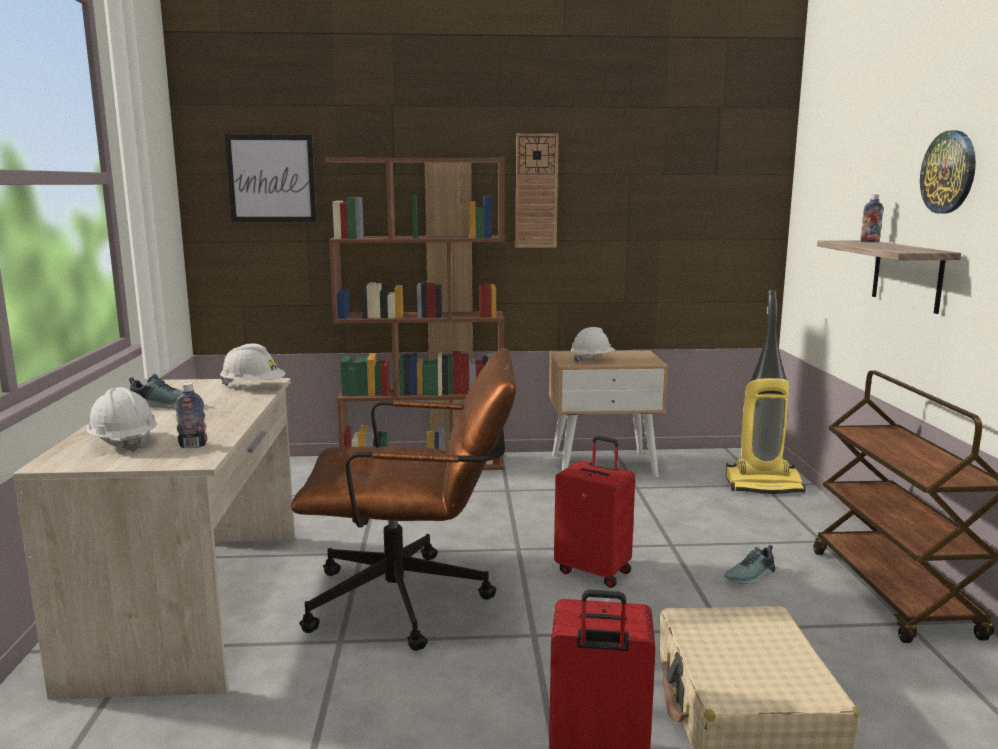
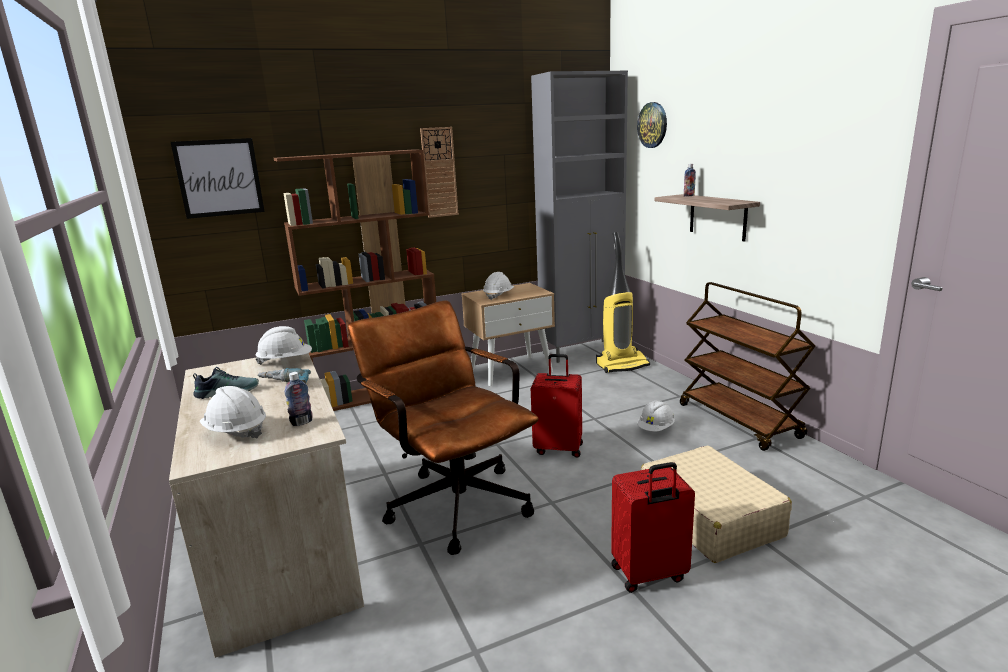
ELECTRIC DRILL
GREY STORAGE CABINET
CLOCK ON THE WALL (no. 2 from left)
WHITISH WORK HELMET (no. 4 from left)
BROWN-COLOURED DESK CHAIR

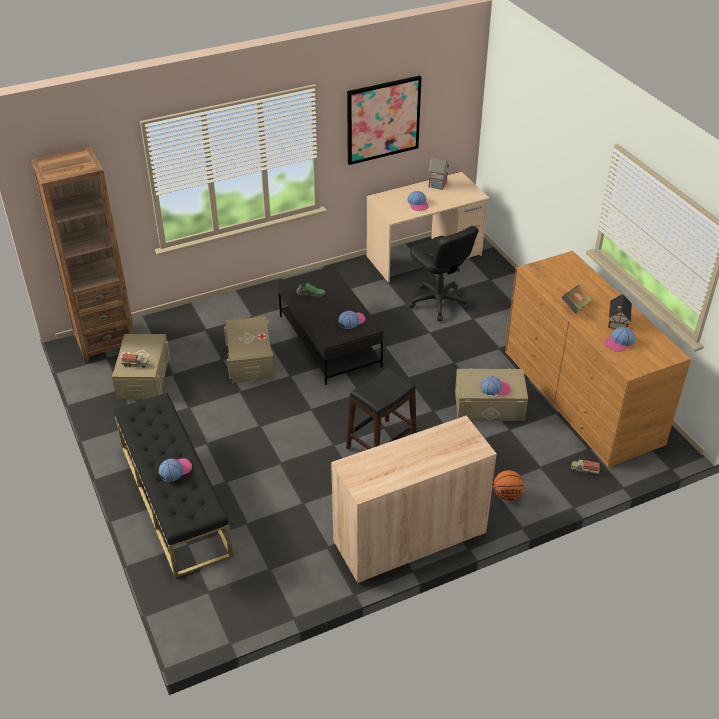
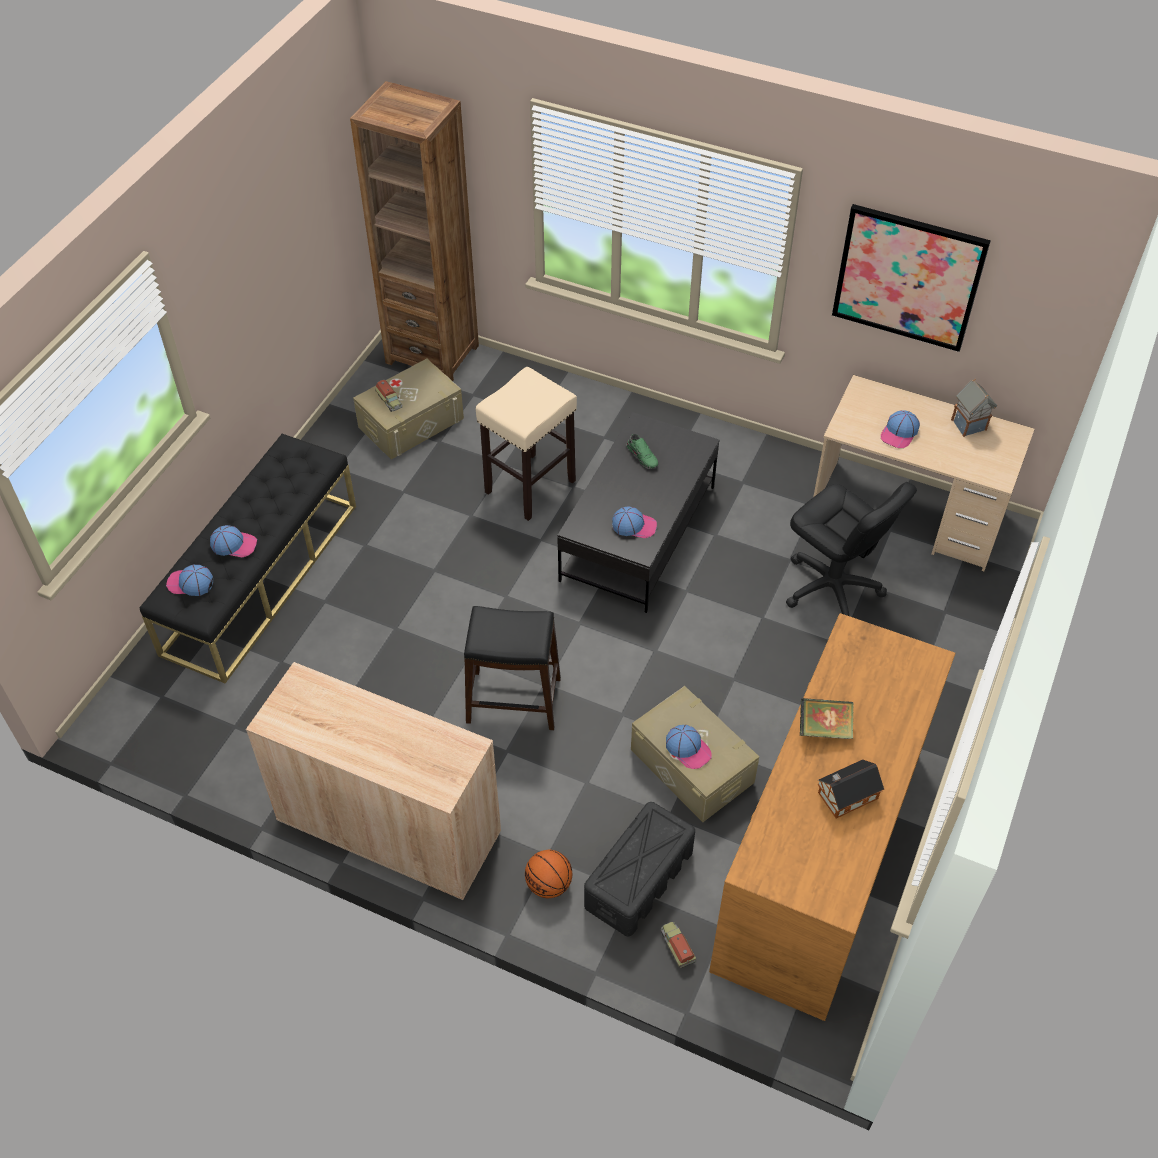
BLACK-COLOURED STORAGE BIN
PEAKED CAP (no. 1 from left)
SAND-COLOURED STOOL
BLACK-COLOURED DESK CHAIR

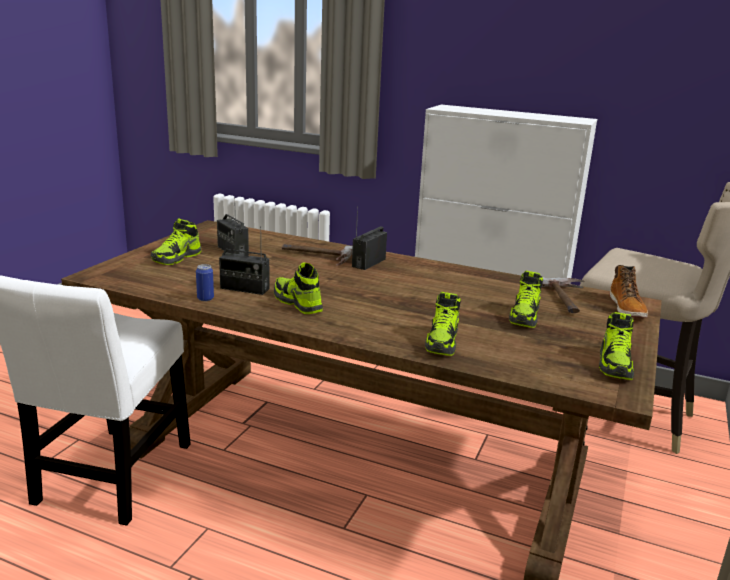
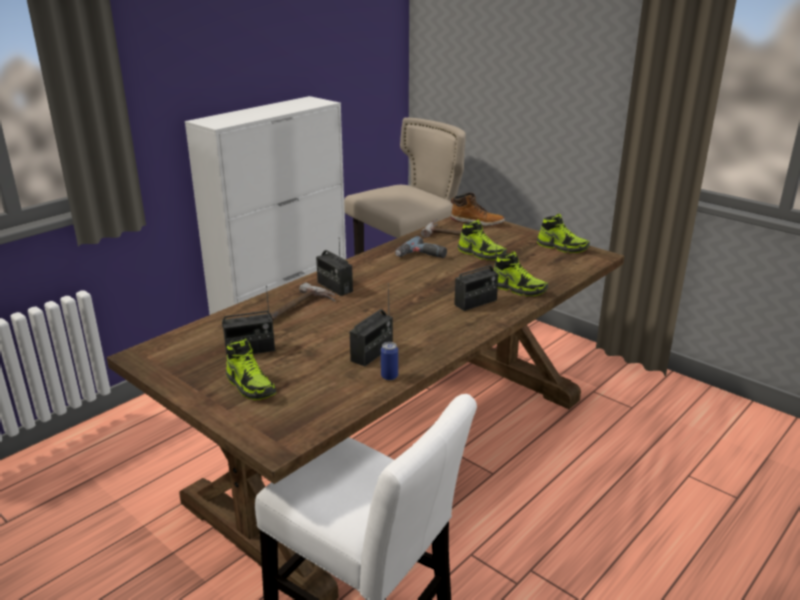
SHOE (no. 2 from left in the first image)
ELECTRIC DRILL
RADIO SET (no. 4 from left)

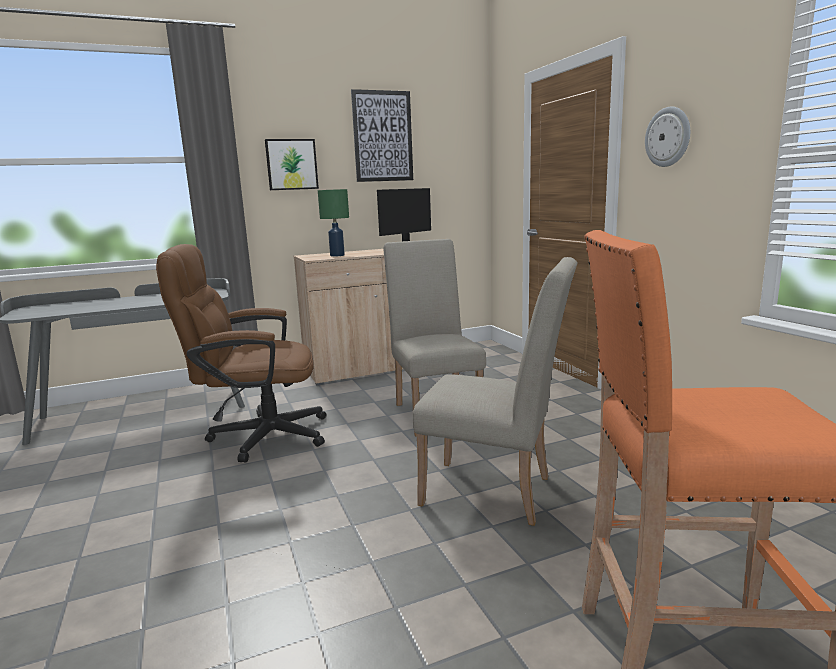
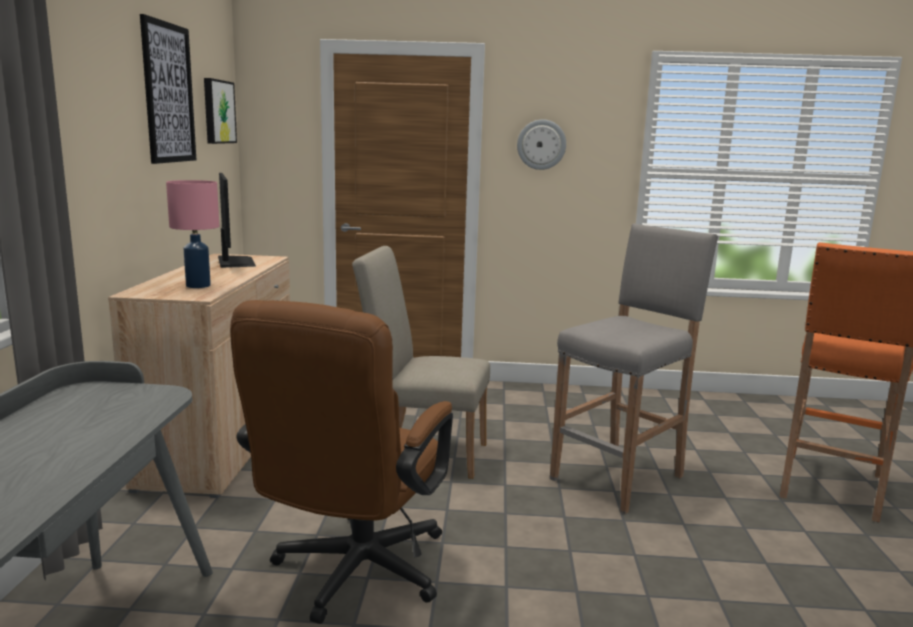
PICTURE (no. 2 from left)
GREY STOOL
PINK LAMP FOR A TABLE

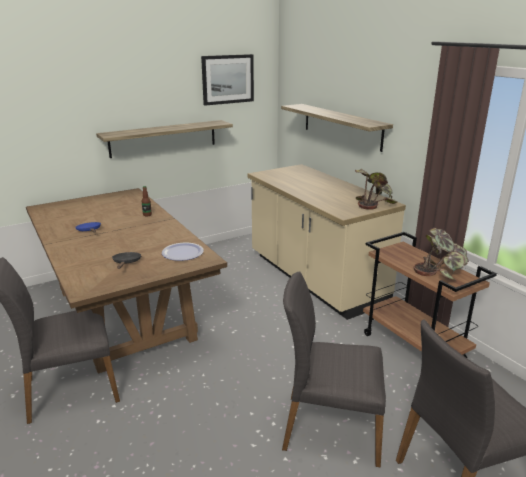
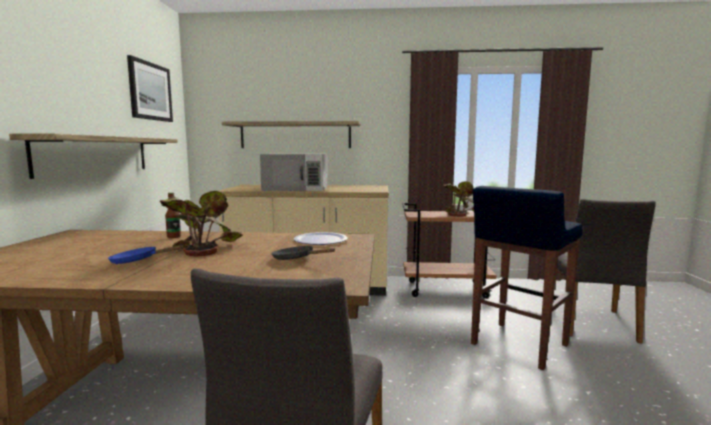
WHITISH MICROWAVE OVEN
PLANT IN A POT (no. 1 from left)
BLUISH STOOL

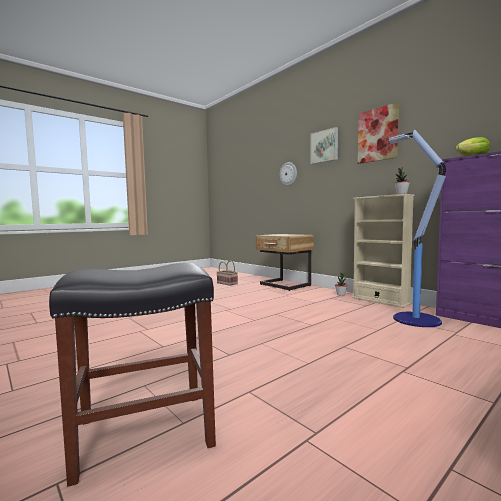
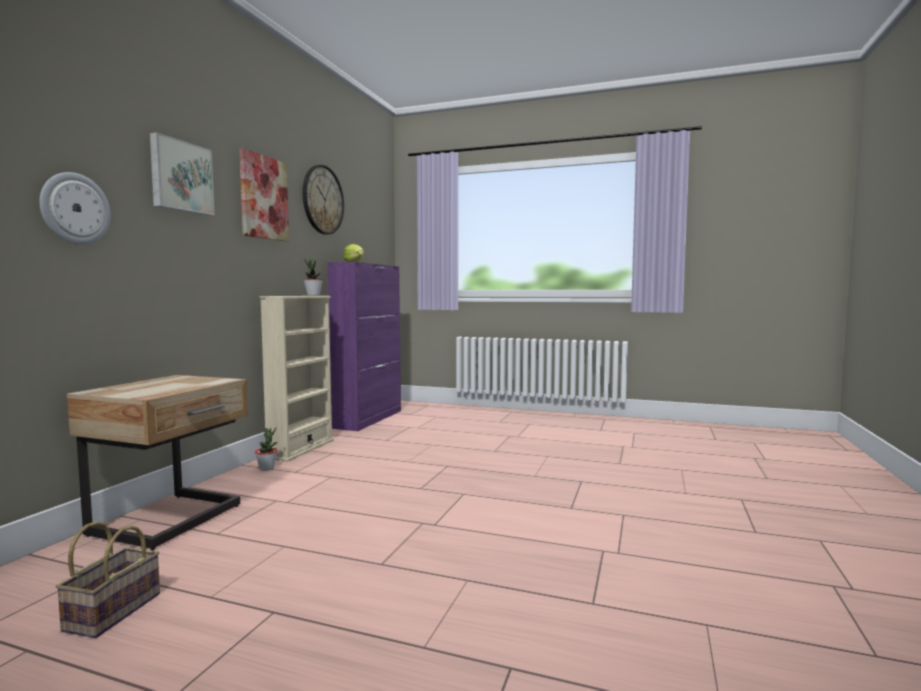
BLACK-COLOURED STOOL
STANDING LAMP
CLOCK ON THE WALL (no. 2 from left)

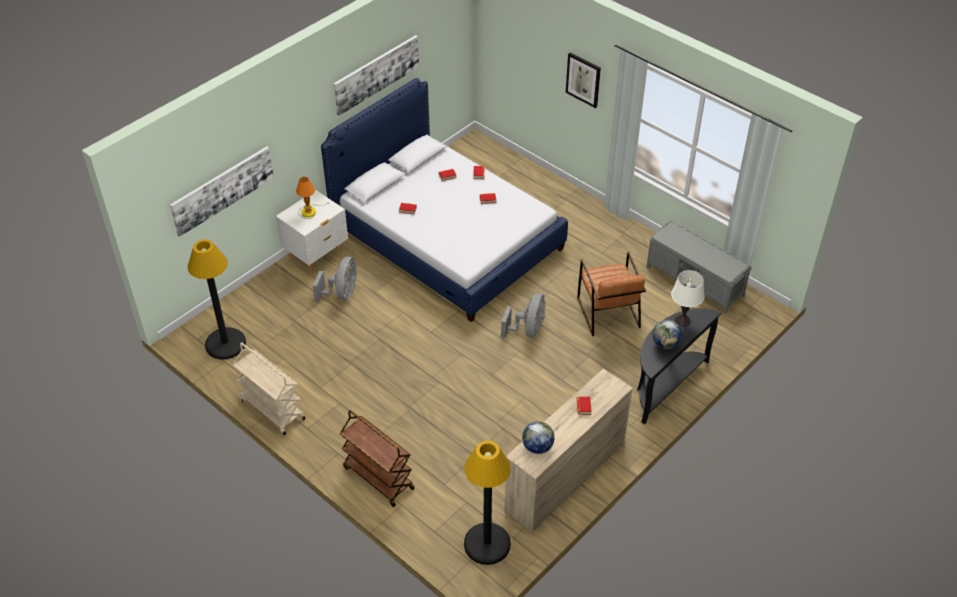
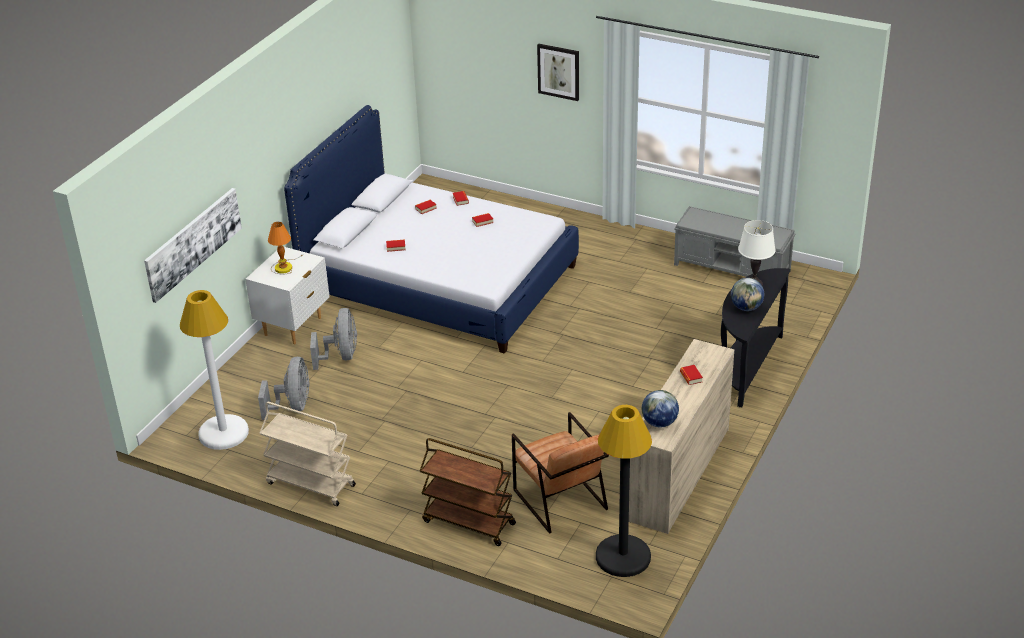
PICTURE (no. 2 from left in the first image)
GREY ELECTRIC FAN (no. 1 from left)
BROWN-COLOURED LOUNGE CHAIR
WHITISH STANDING LAMP

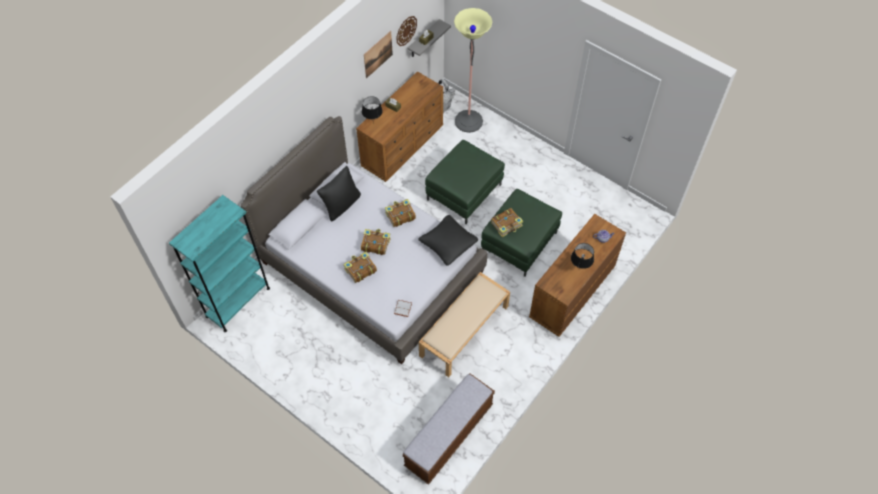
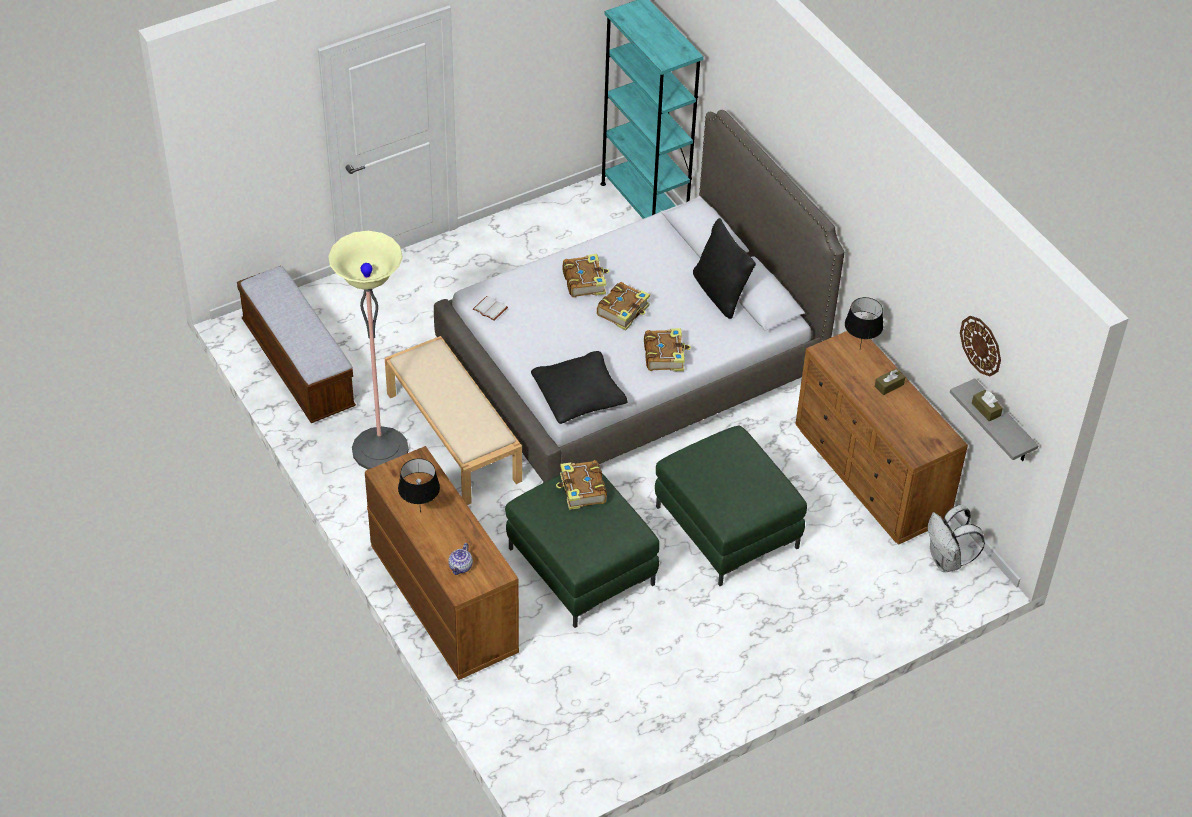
PICTURE
STANDING LAMP

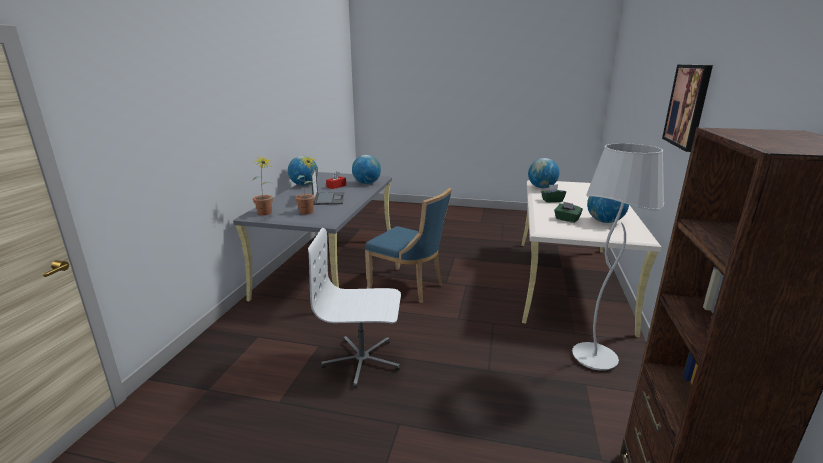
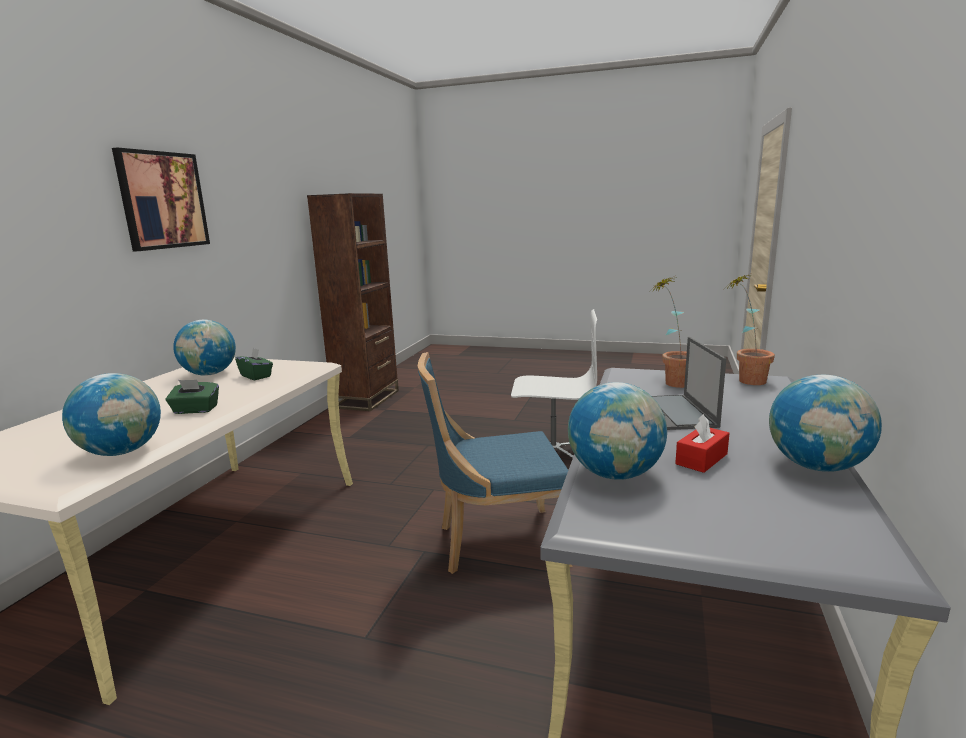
WHITISH STANDING LAMP
BLUISH PLAIN CHAIR

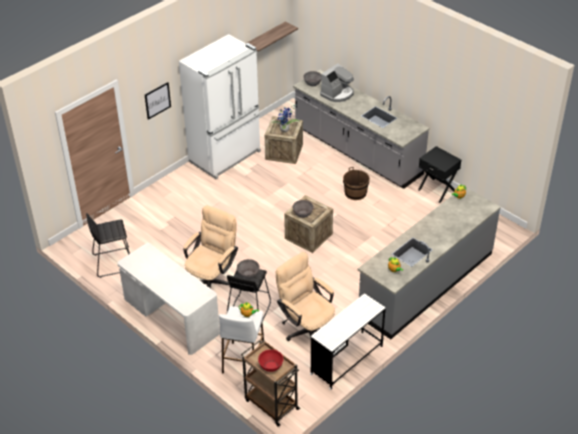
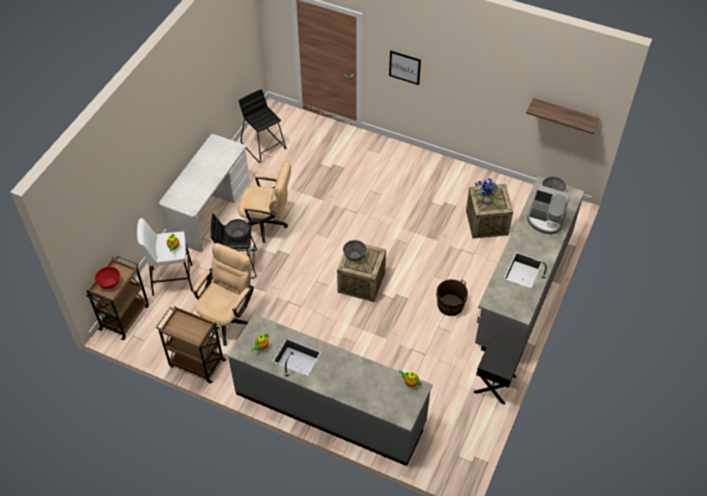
WHITISH KITCHEN FRIDGE
BROWN-COLOURED TROLLEY (no. 2 from left)

